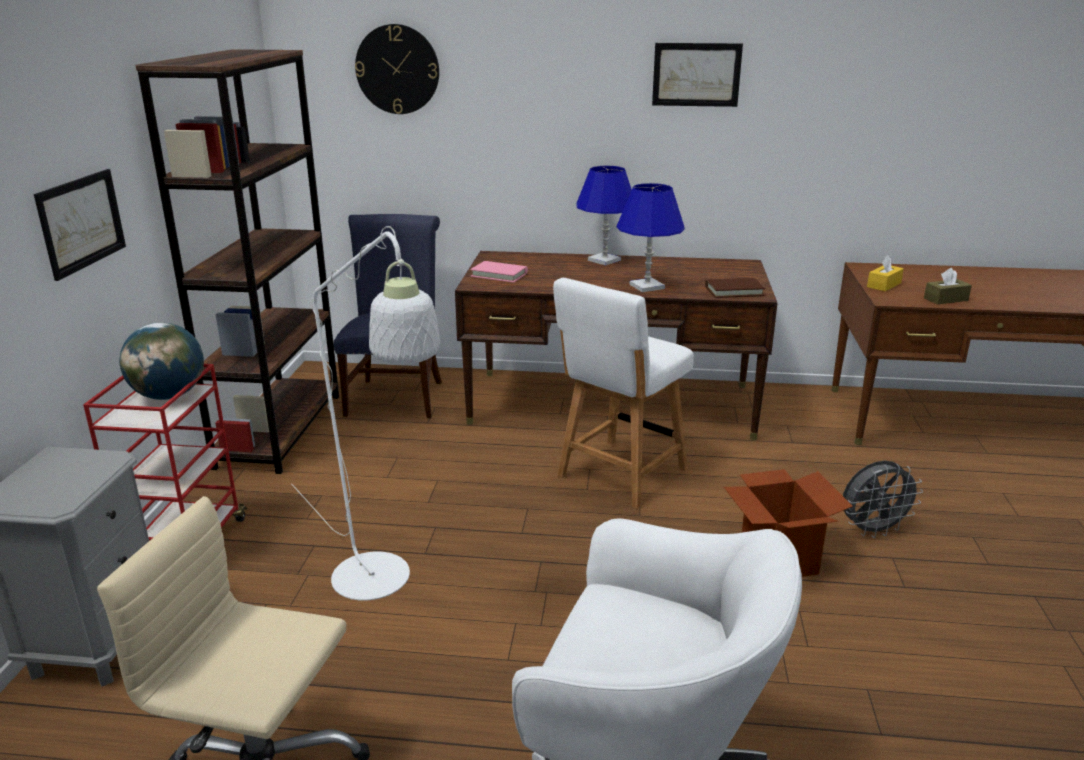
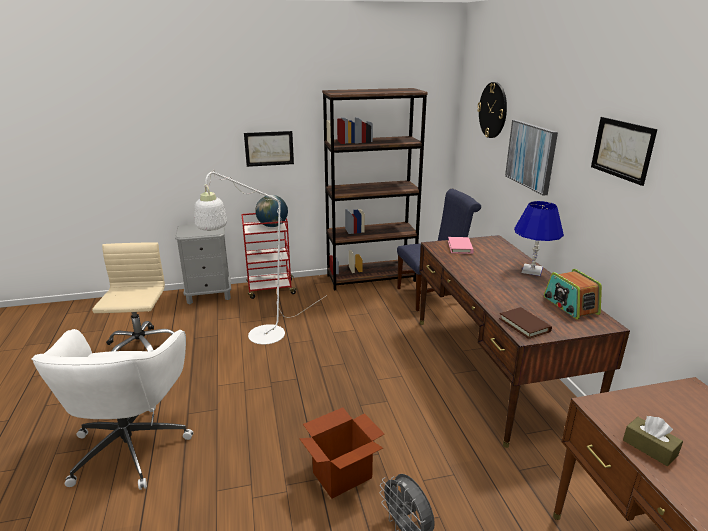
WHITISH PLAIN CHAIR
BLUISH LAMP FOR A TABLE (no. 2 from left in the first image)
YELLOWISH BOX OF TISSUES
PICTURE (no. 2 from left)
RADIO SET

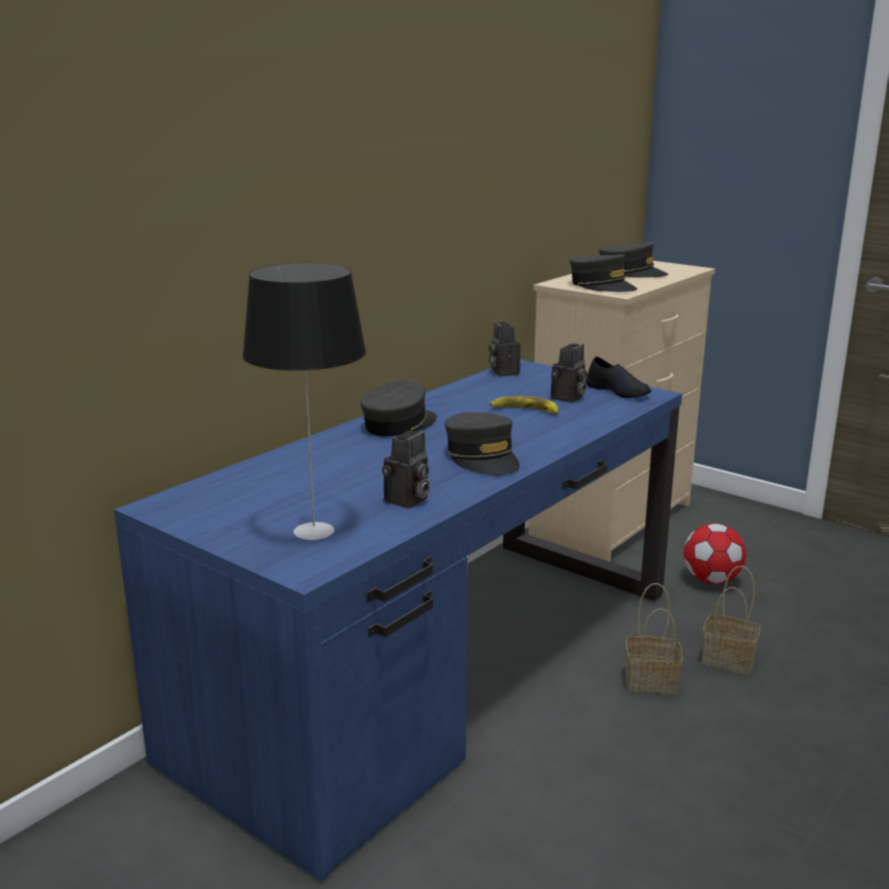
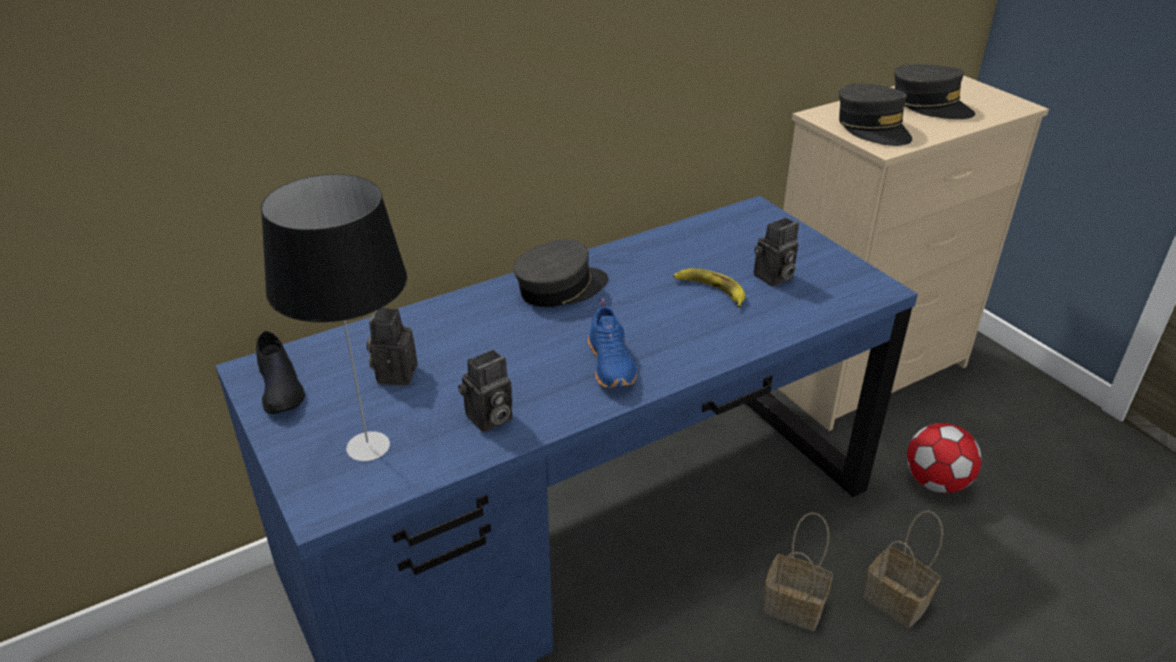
PHOTO CAMERA (no. 1 from left)
BLACK-COLOURED SHOE
BLUISH SHOE

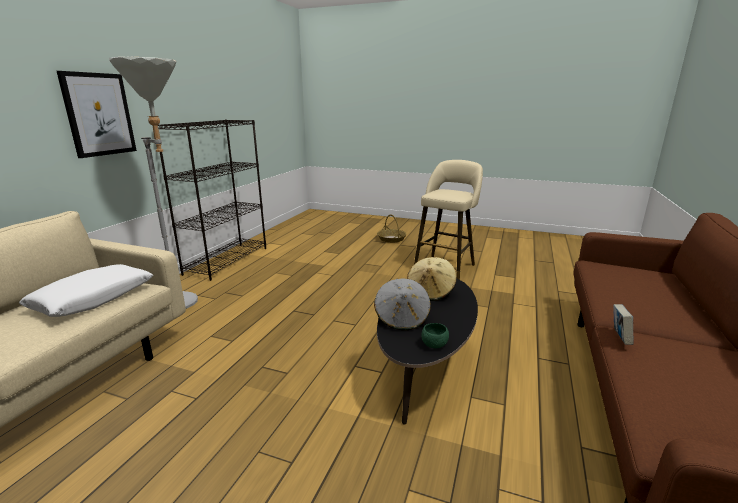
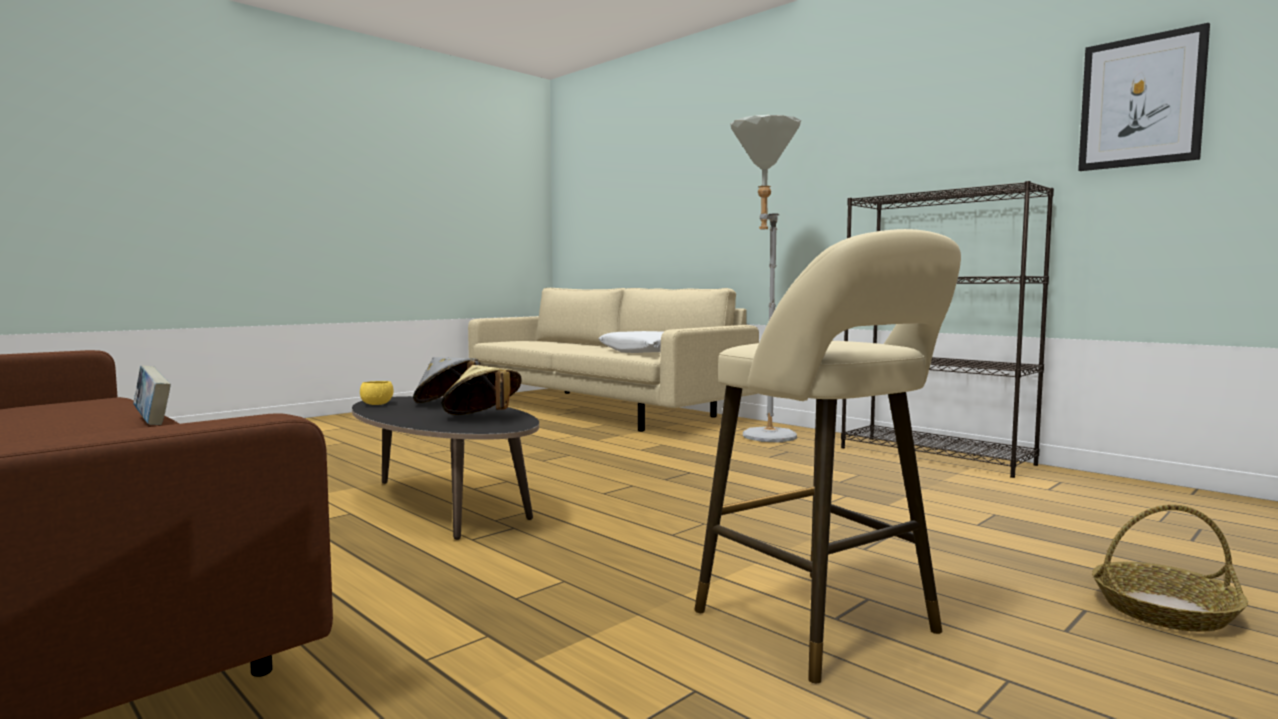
PICTURE
YELLOWISH DEEP DISH

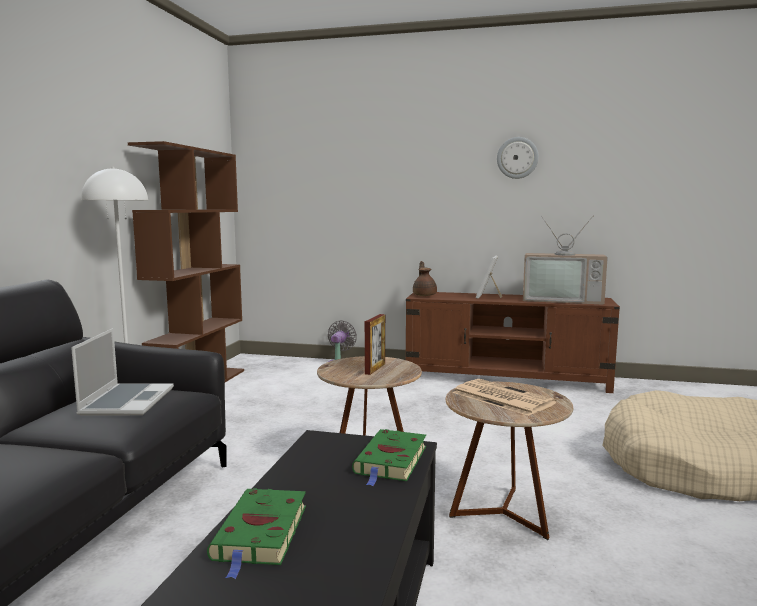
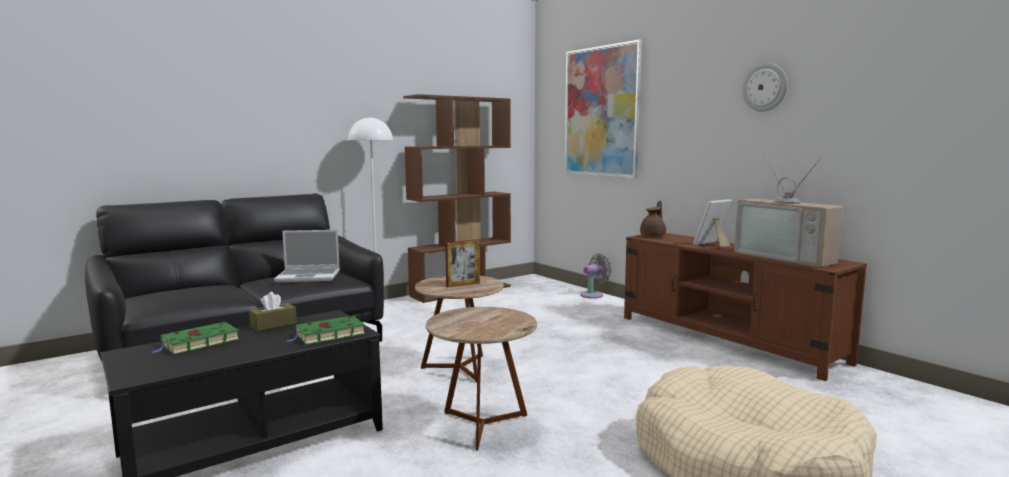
DAILY PAPER
BROWN-COLOURED BOX OF TISSUES
PICTURE
PORTABLE COMPUTER

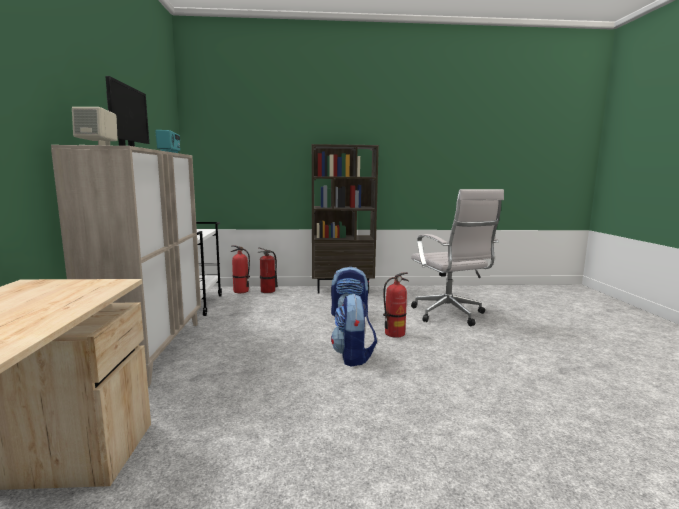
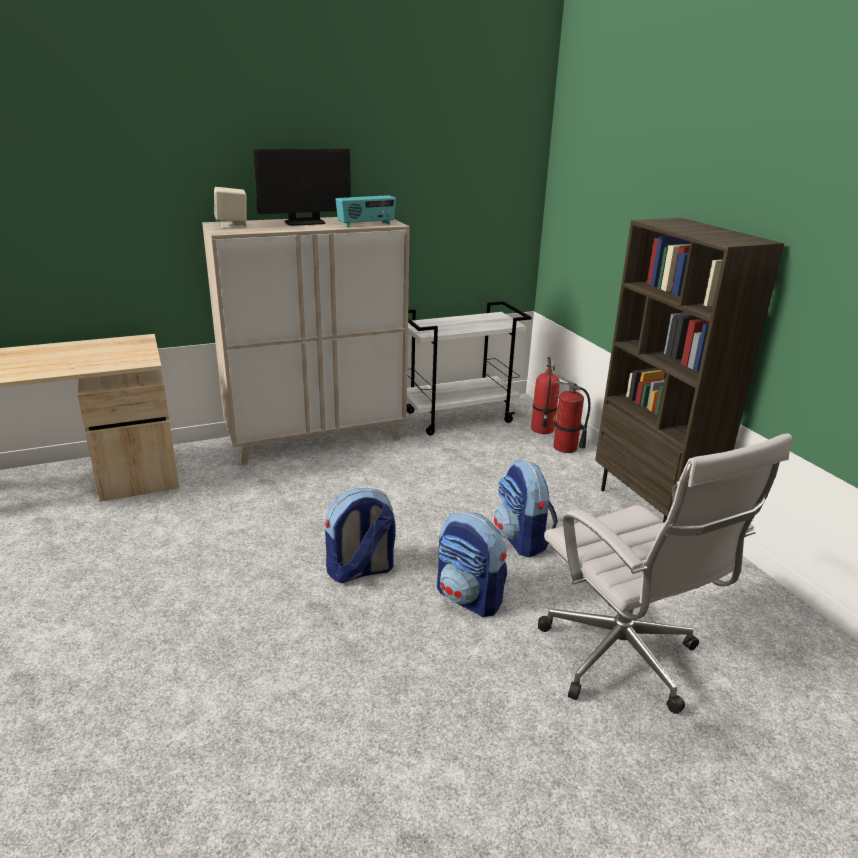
RUCKSACK (no. 2 from left)
WHITISH DESK CHAIR

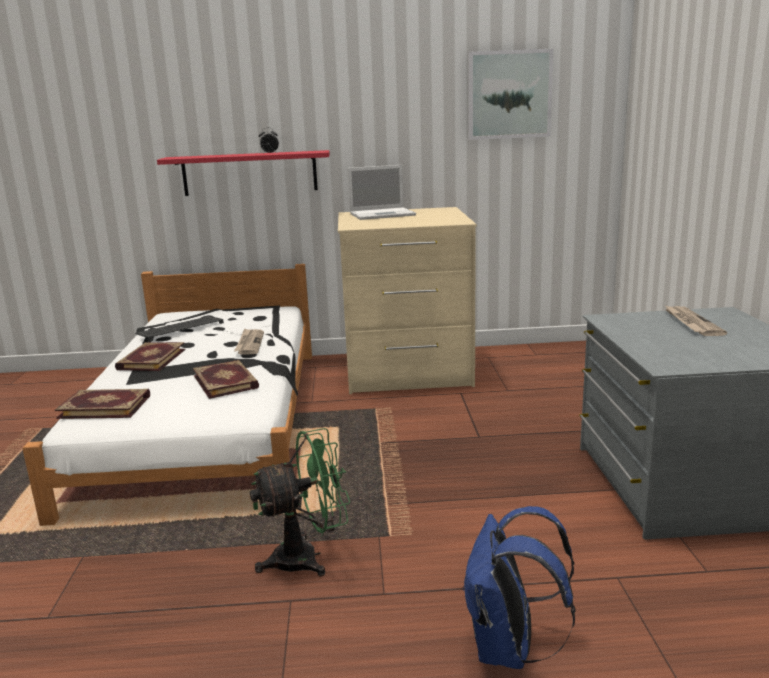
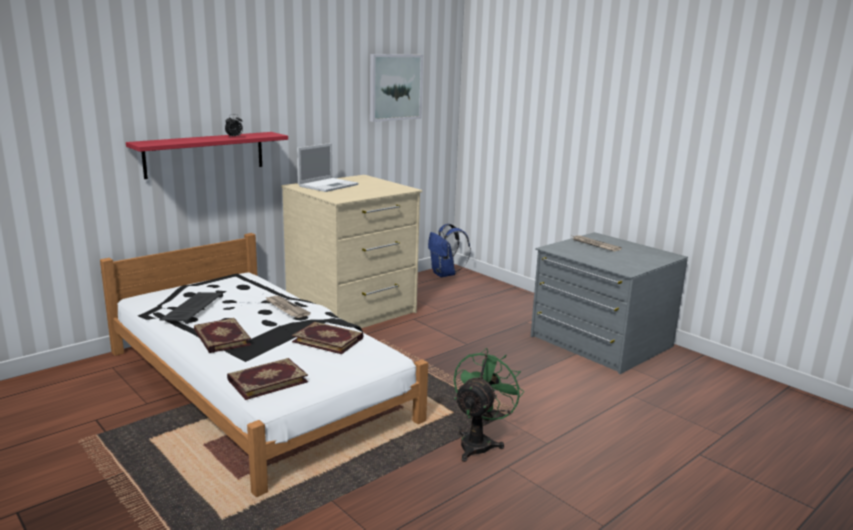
BLUISH RUCKSACK

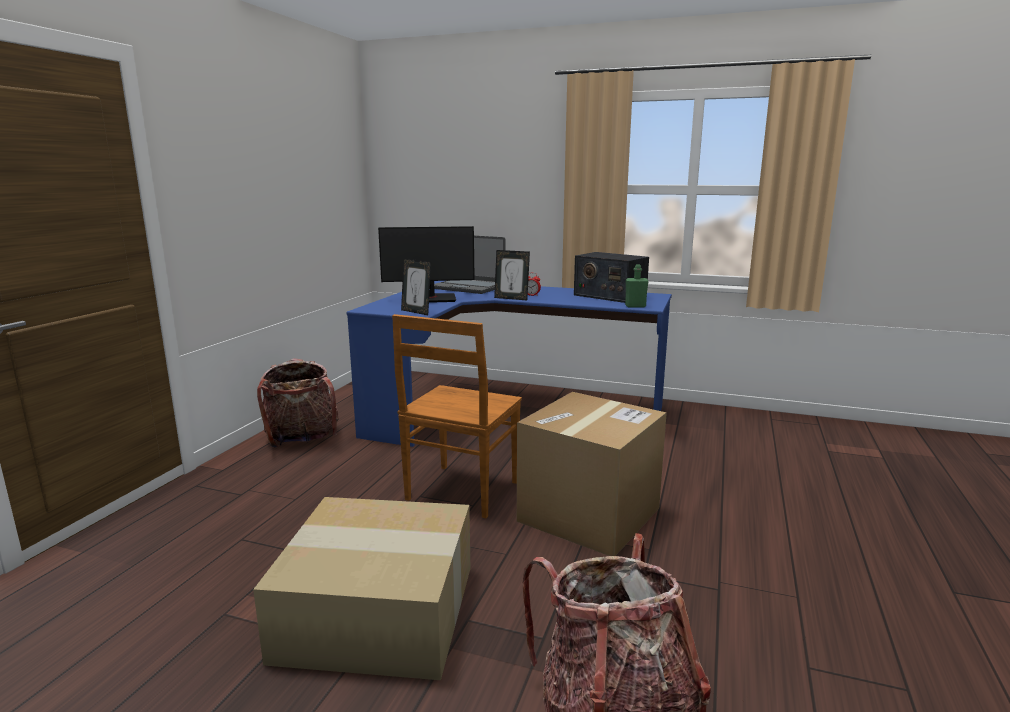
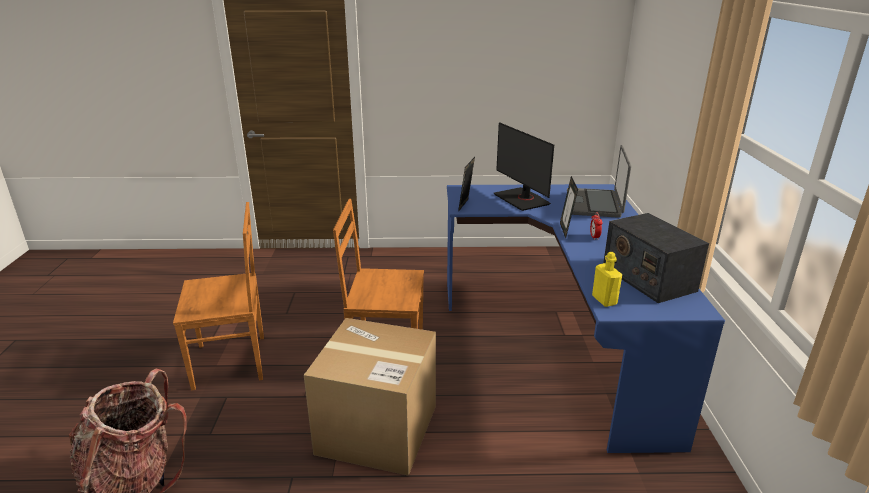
RUCKSACK (no. 1 from left in the first image)
BROWN-COLOURED PLAIN CHAIR (no. 1 from left)
YELLOWISH BOTTLE
RADIO SET

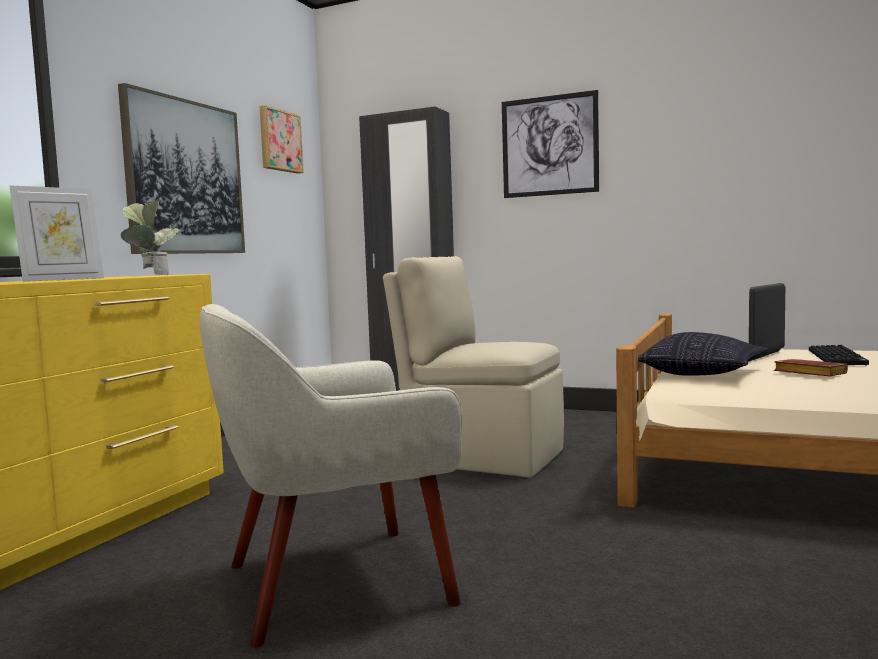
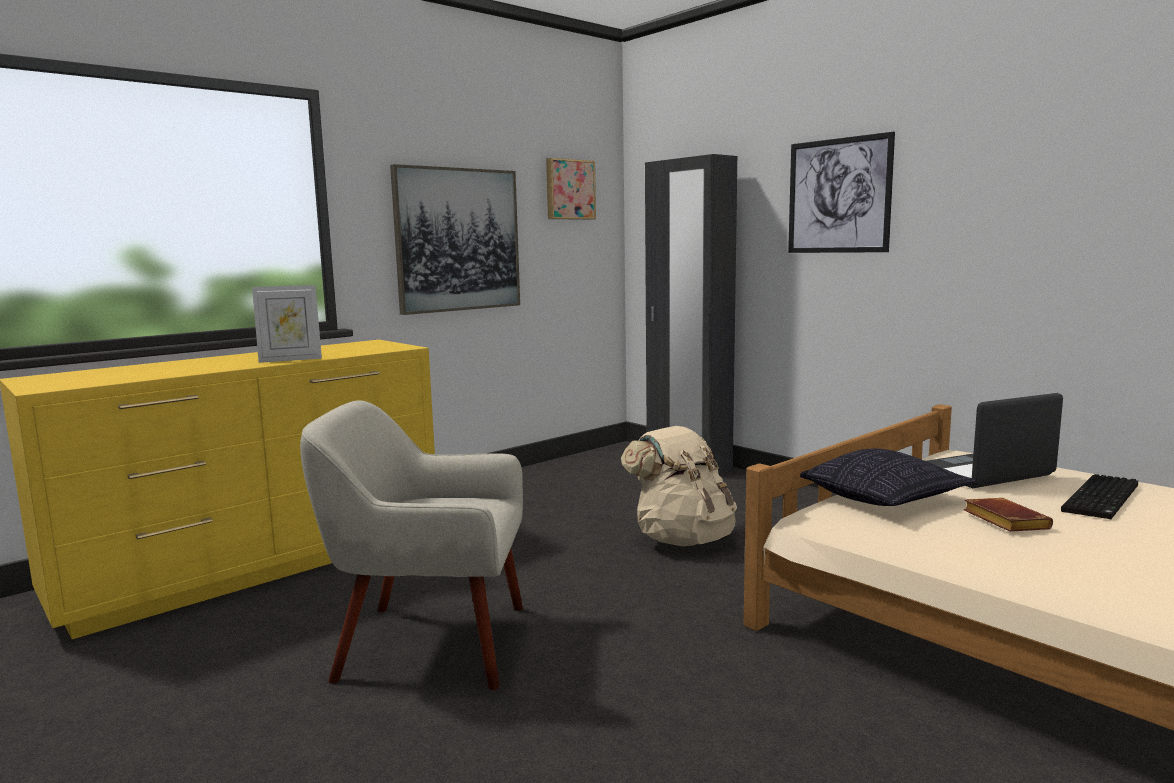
PLANT IN A POT
SAND-COLOURED RUCKSACK

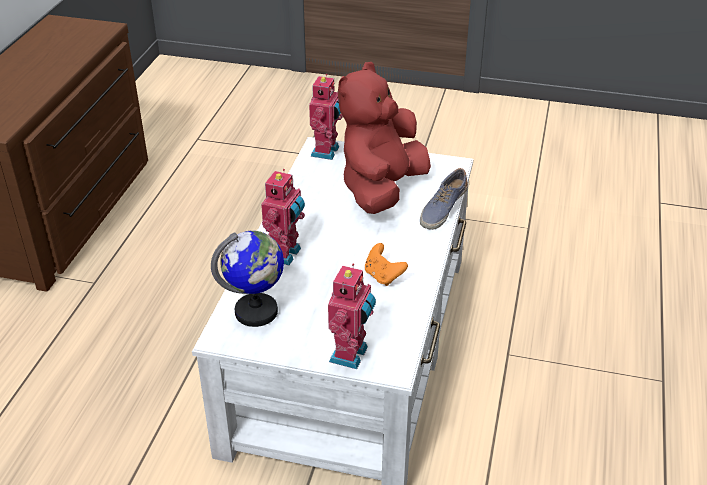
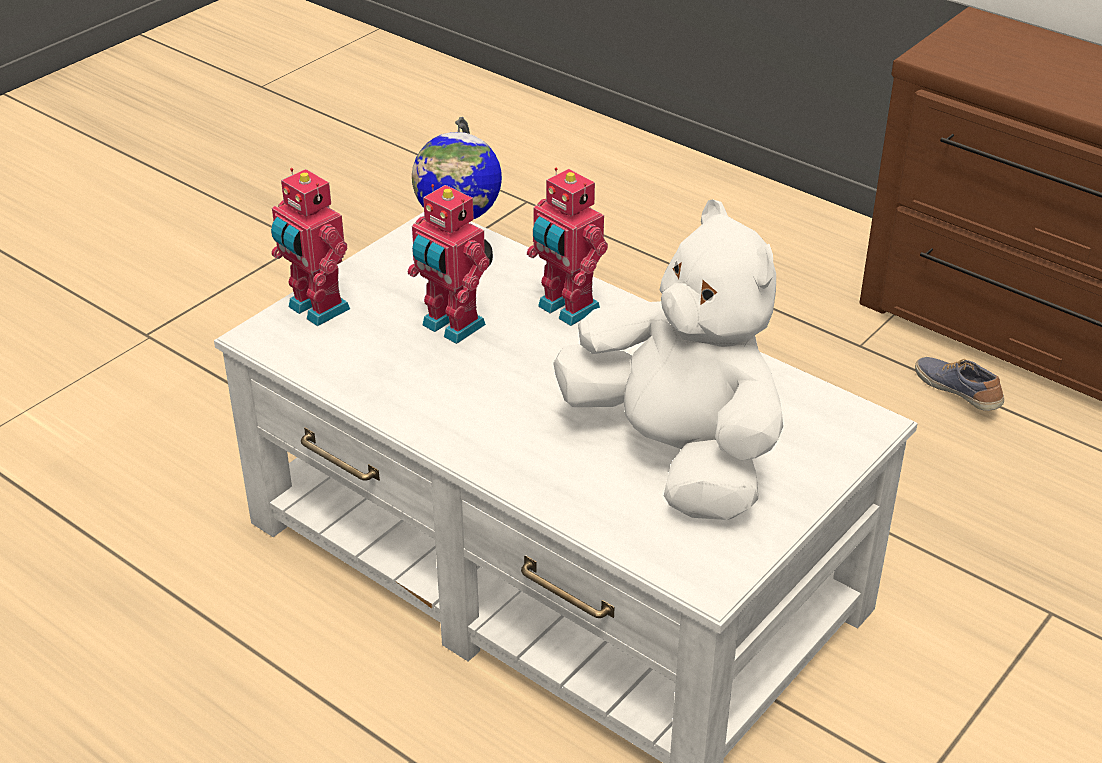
ORANGEY GAMEPAD
TOY ROBOT (no. 2 from left)
SHOE
WHITISH SOFT TOY

